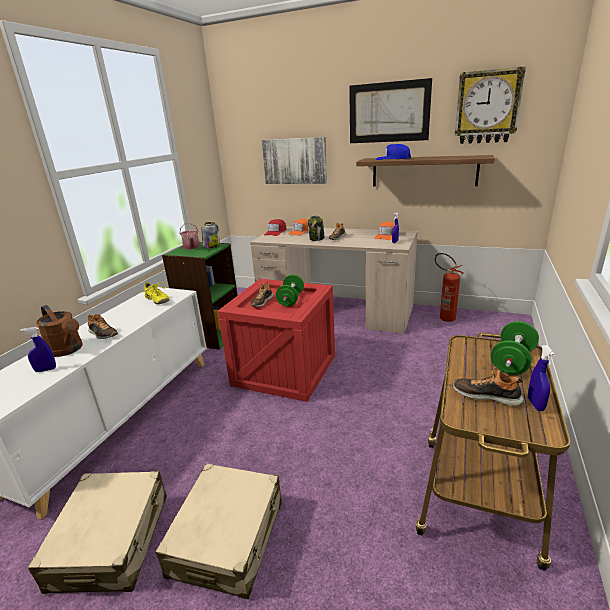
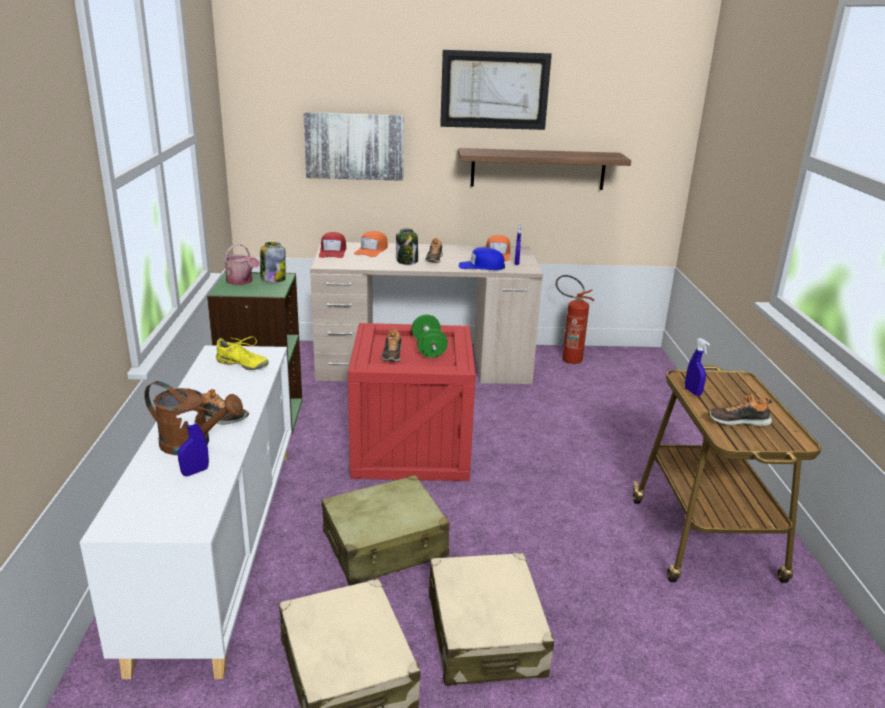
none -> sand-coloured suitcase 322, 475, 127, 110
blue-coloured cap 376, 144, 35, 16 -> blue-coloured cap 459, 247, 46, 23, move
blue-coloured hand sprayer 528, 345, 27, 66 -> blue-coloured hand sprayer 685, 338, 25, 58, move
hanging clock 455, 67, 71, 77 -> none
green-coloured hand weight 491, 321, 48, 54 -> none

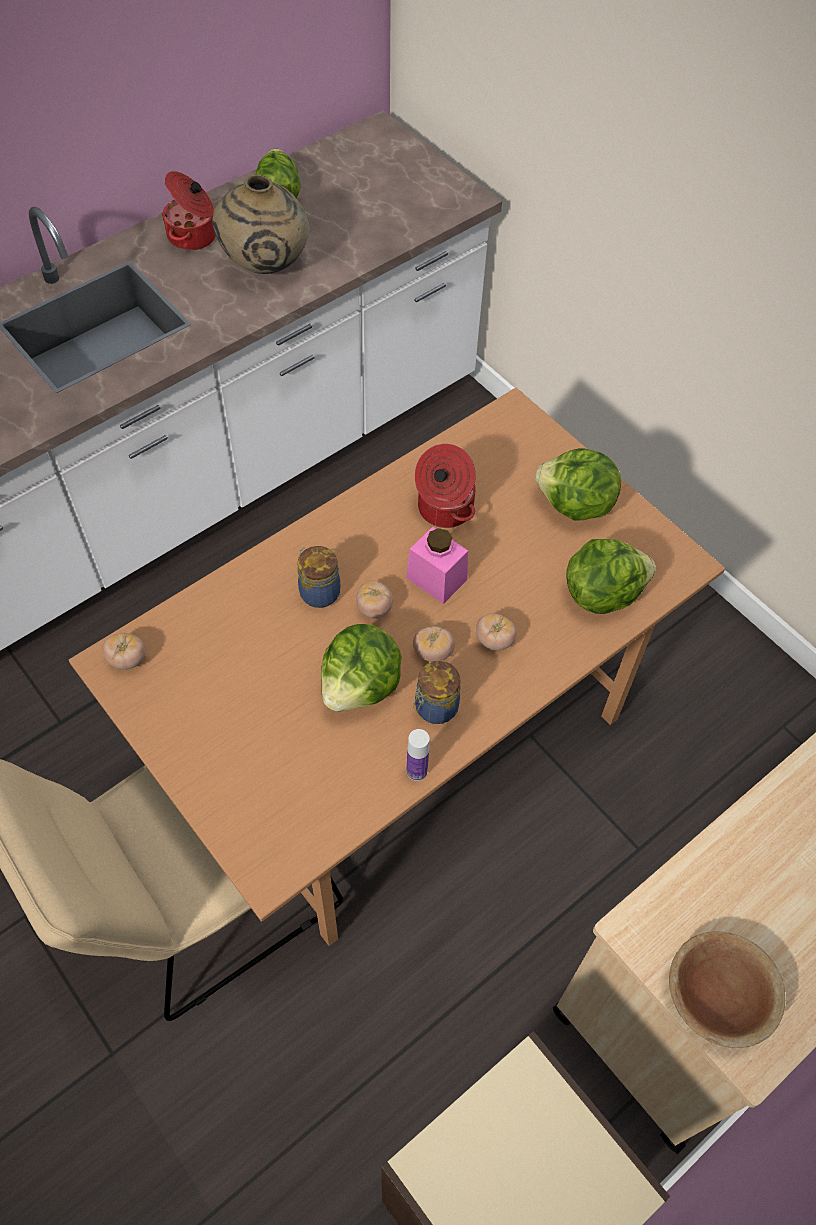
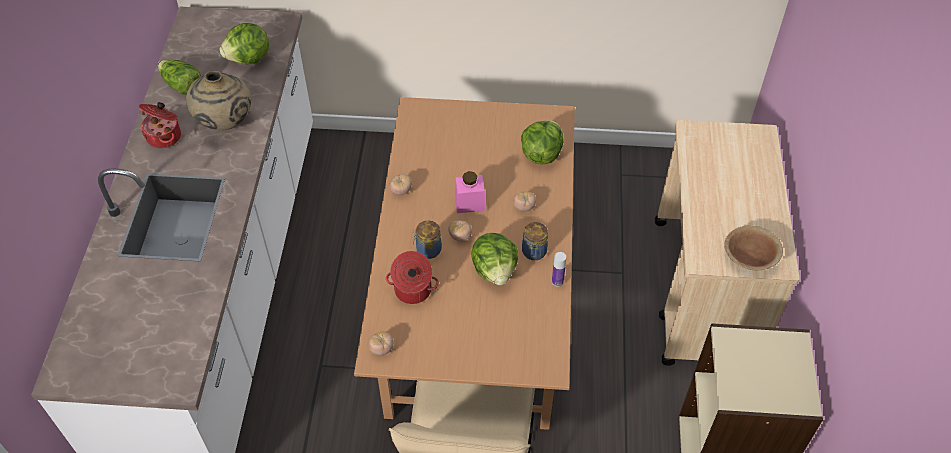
head of lettuce 536, 449, 85, 72 -> head of lettuce 220, 23, 49, 41, move
stockpot 415, 444, 61, 84 -> stockpot 386, 251, 53, 53, move
whole tomato 413, 626, 42, 36 -> whole tomato 390, 174, 22, 21, move

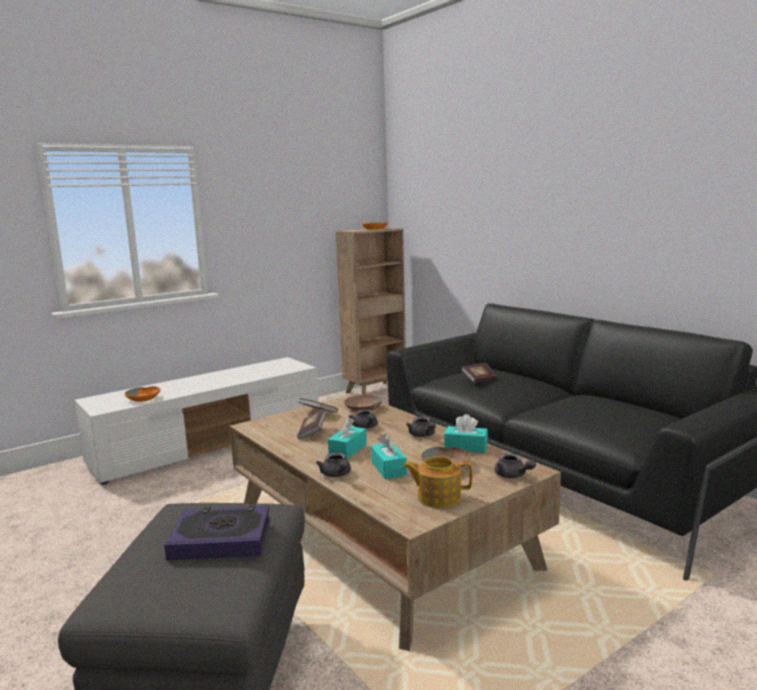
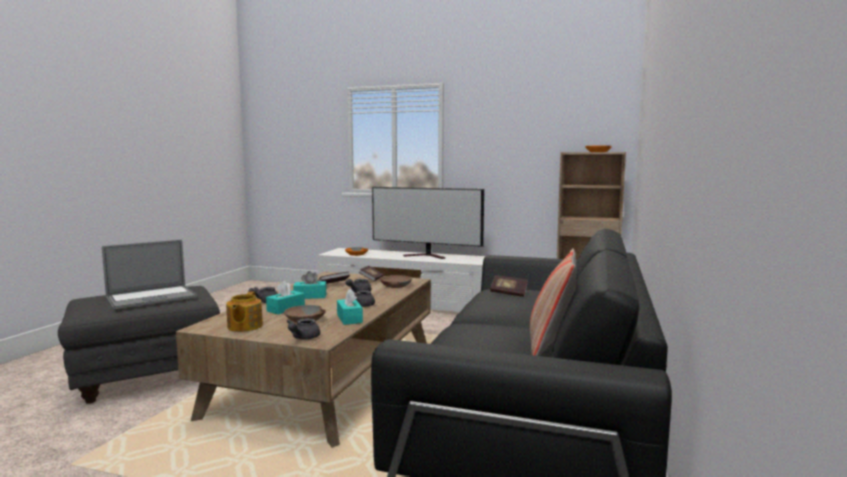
volume 164, 504, 107, 56 -> portable computer 102, 240, 95, 70
pot for tea 403, 456, 69, 52 -> pot for tea 226, 291, 37, 41, 150 degrees counterclockwise
none -> TV 372, 187, 112, 72
none -> throw pillow 530, 248, 47, 108

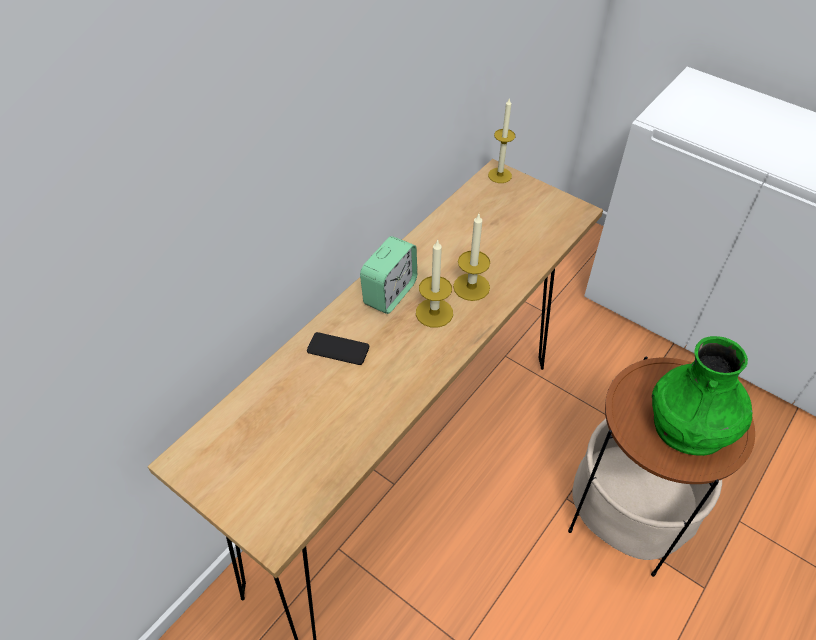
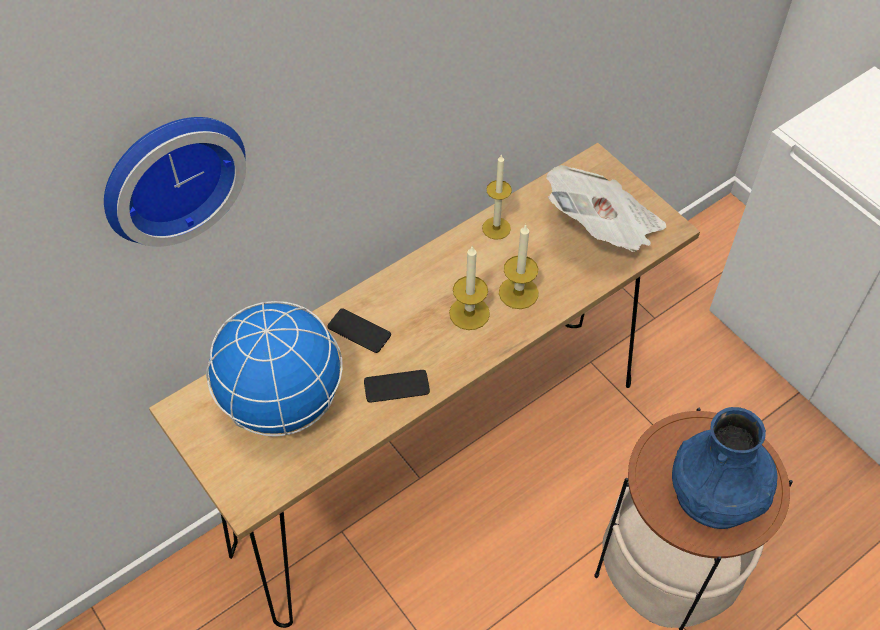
none -> hanging clock 104, 117, 142, 130
none -> desk globe 206, 301, 137, 135
none -> telephone 364, 370, 66, 33
candle 488, 98, 27, 85 -> candle 482, 154, 30, 86, move
none -> newspaper 546, 165, 121, 87
green-coloured vase 652, 336, 101, 120 -> blue-coloured vase 672, 407, 105, 122
alarm clock 360, 236, 57, 78 -> none

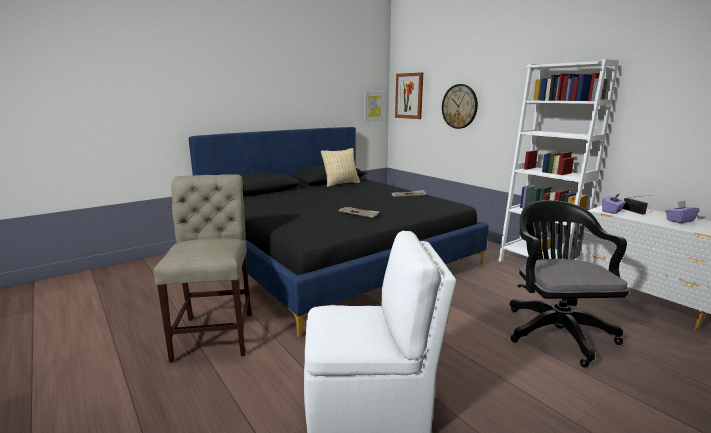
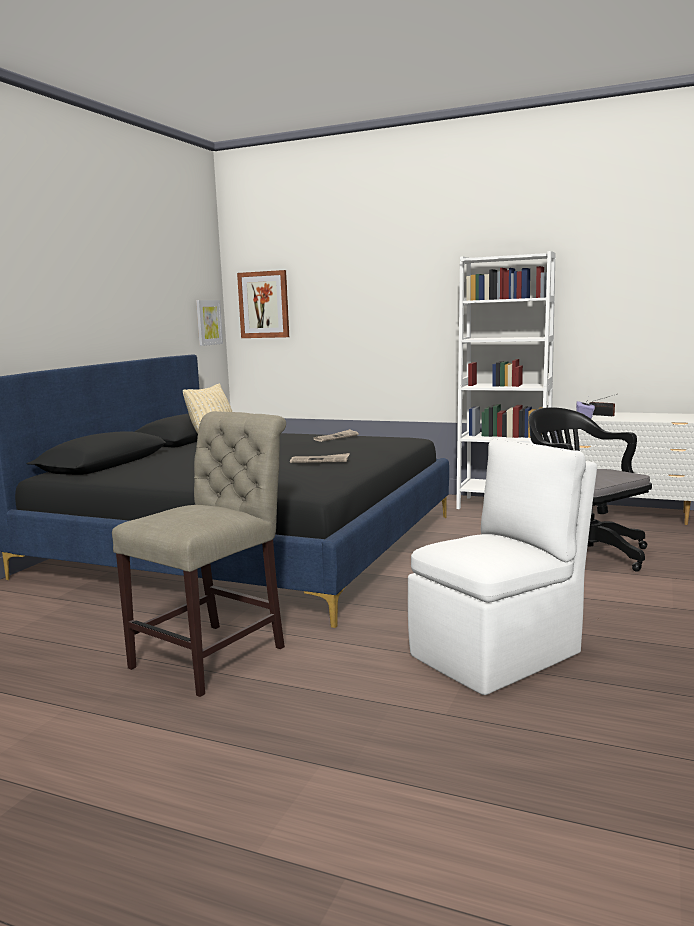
sand-coloured chair 154, 174, 97, 189 -> sand-coloured chair 112, 411, 174, 286, 75 degrees clockwise
hanging clock 442, 84, 36, 45 -> none
purplish tissue holder 666, 201, 34, 22 -> none

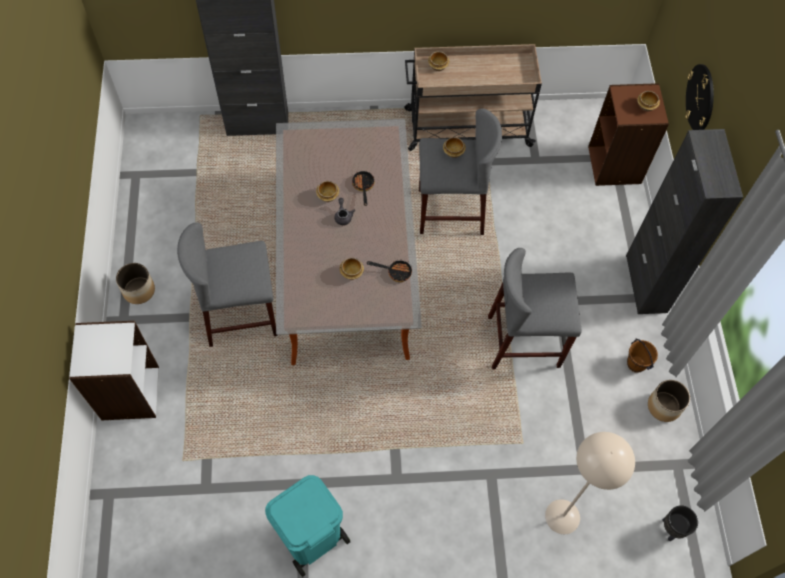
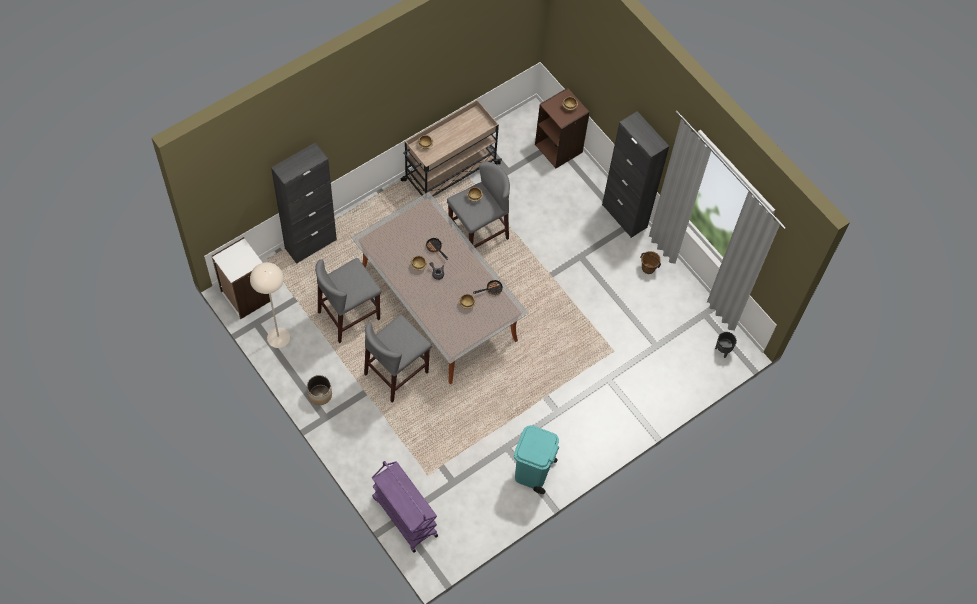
whitish bookcase 69, 321, 90, 99 -> whitish bookcase 212, 237, 58, 82, move
sand-coloured standing lamp 545, 432, 90, 102 -> sand-coloured standing lamp 250, 262, 40, 86, move
grey stool 488, 248, 94, 121 -> grey stool 315, 258, 66, 85, move
none -> purplish wheeled cart 372, 461, 66, 92
planter 648, 380, 42, 42 -> none
hanging clock 685, 64, 29, 66 -> none

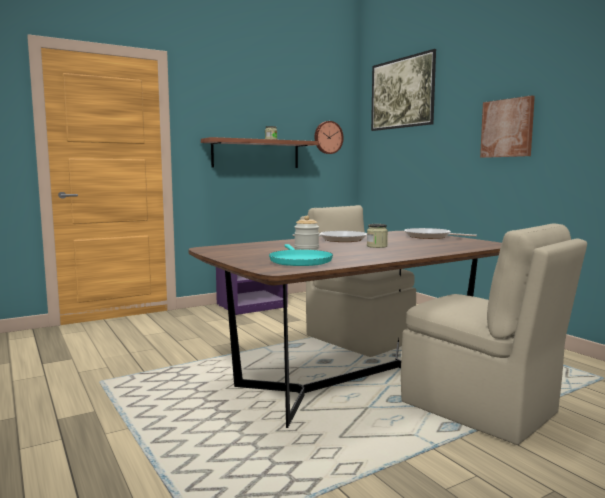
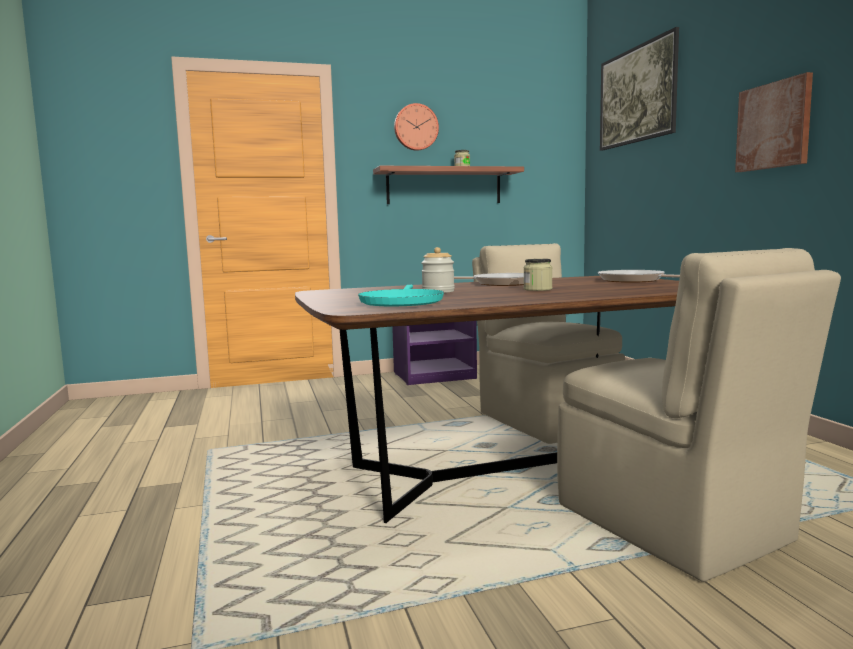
hanging clock 314, 121, 30, 33 -> hanging clock 394, 103, 45, 48, move

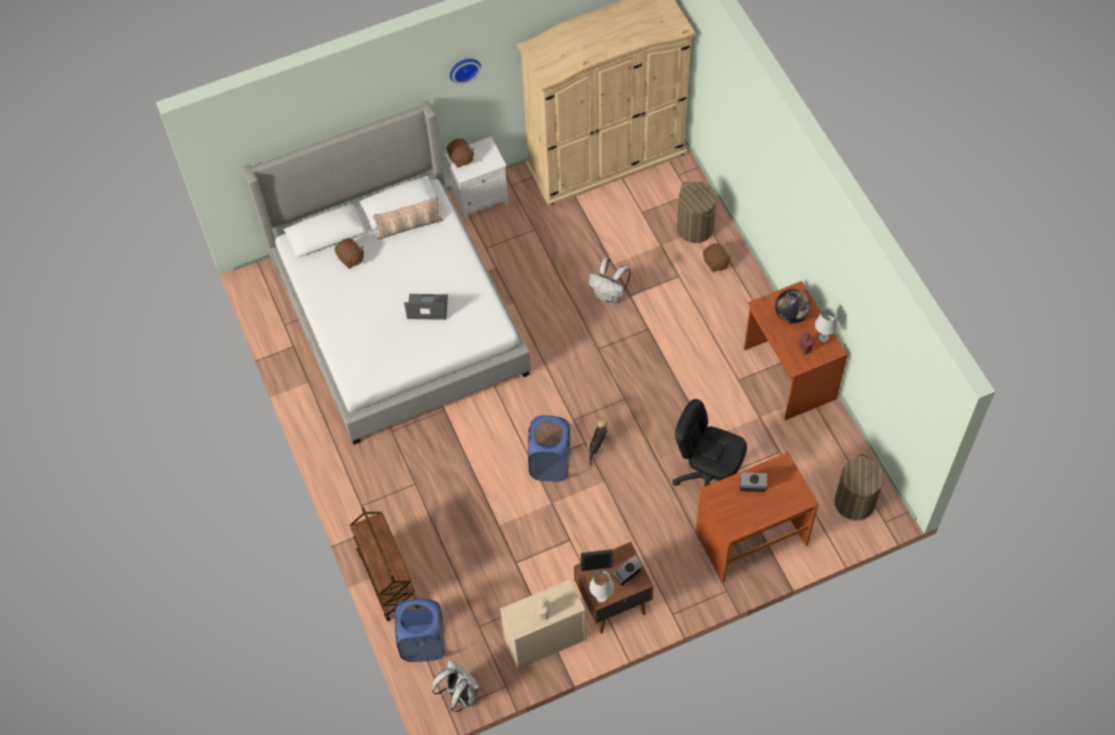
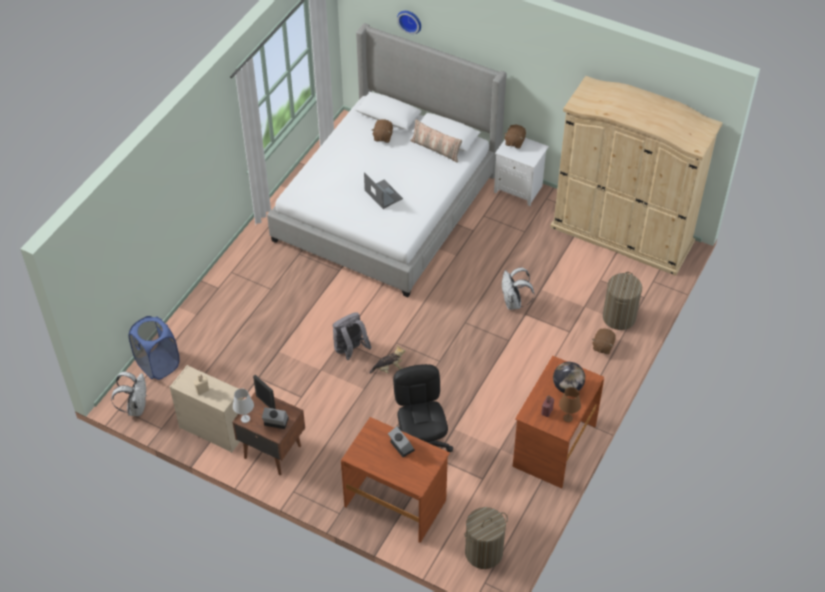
blue-coloured washing basket 528, 416, 42, 66 -> grey backpack 333, 312, 39, 48
hanging clock 450, 59, 31, 25 -> hanging clock 397, 11, 24, 23, move
whitish table lamp 815, 307, 23, 35 -> brownish table lamp 559, 387, 22, 35
brownish wheeled cart 350, 507, 66, 114 -> none

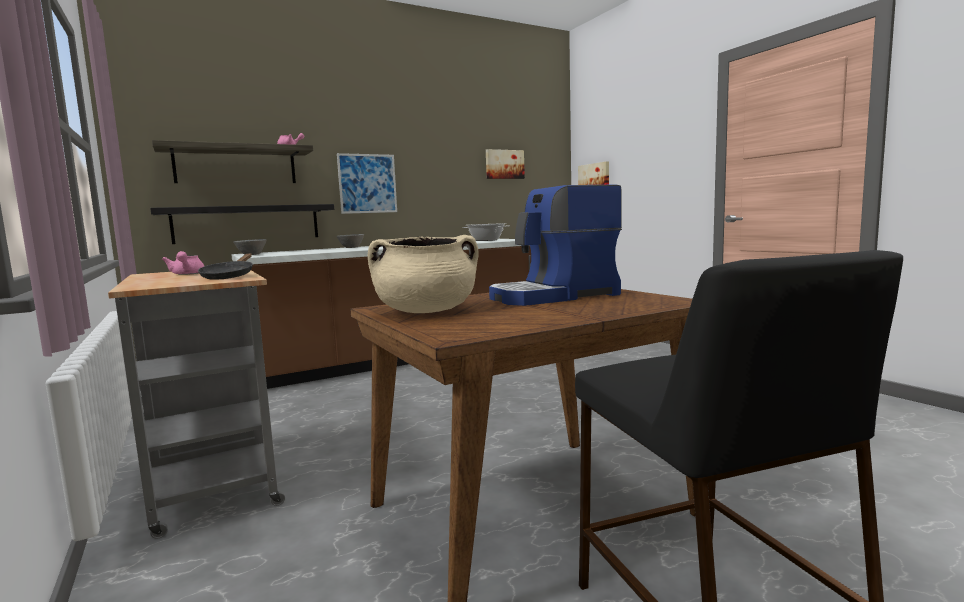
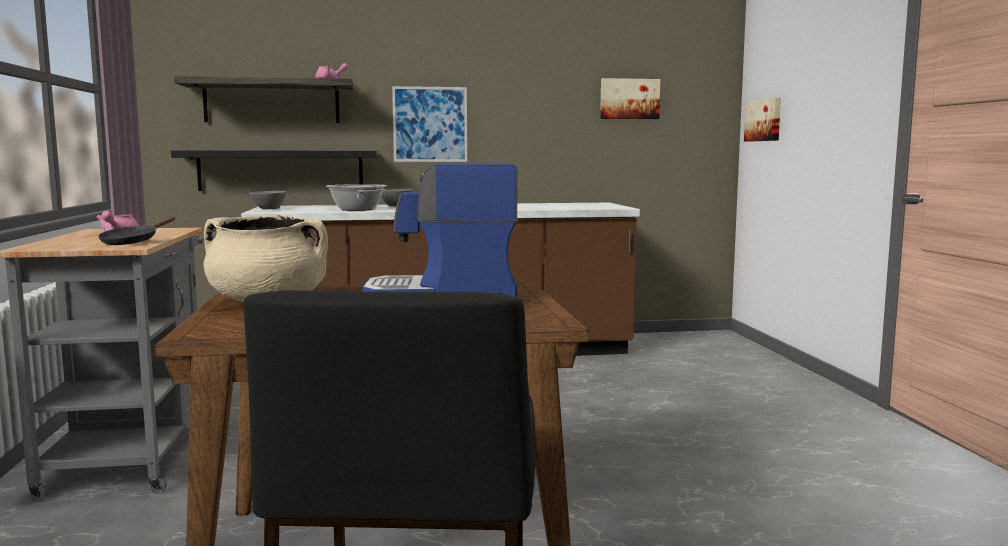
stockpot 462, 223, 46, 18 -> stockpot 326, 184, 61, 27, move

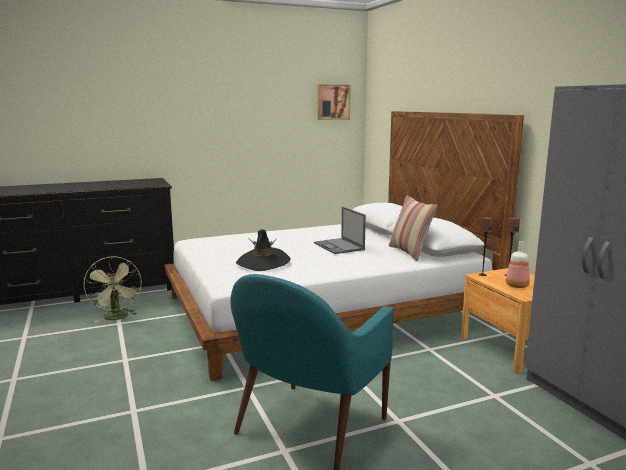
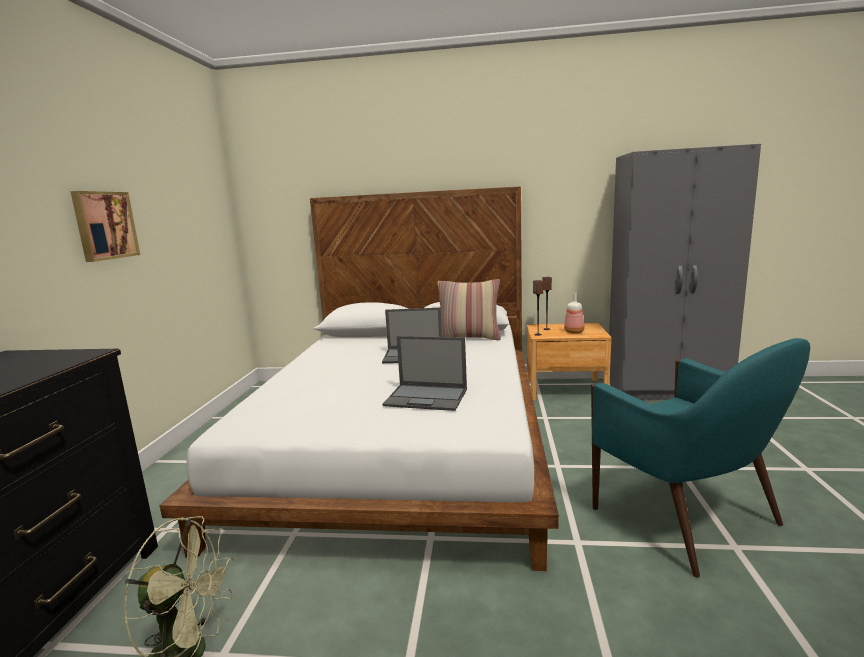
wall picture 318, 84, 33, 36 -> wall picture 70, 191, 70, 71, move
black clothing hat 236, 229, 55, 42 -> portable computer 383, 336, 84, 75

